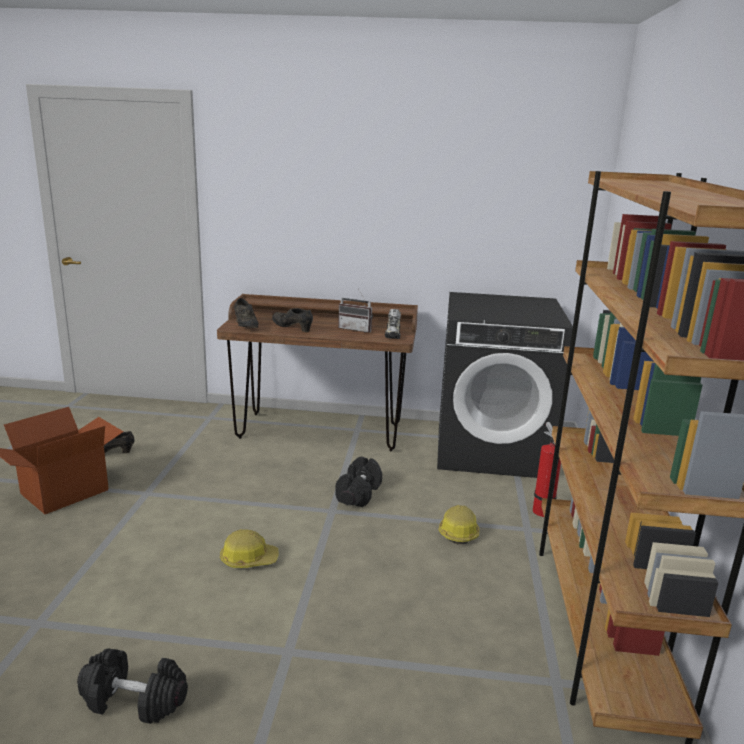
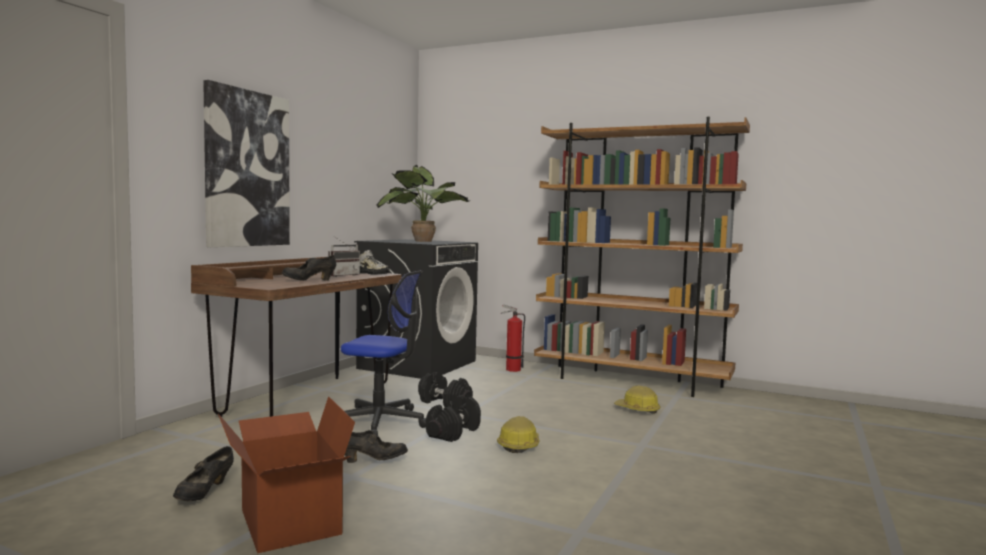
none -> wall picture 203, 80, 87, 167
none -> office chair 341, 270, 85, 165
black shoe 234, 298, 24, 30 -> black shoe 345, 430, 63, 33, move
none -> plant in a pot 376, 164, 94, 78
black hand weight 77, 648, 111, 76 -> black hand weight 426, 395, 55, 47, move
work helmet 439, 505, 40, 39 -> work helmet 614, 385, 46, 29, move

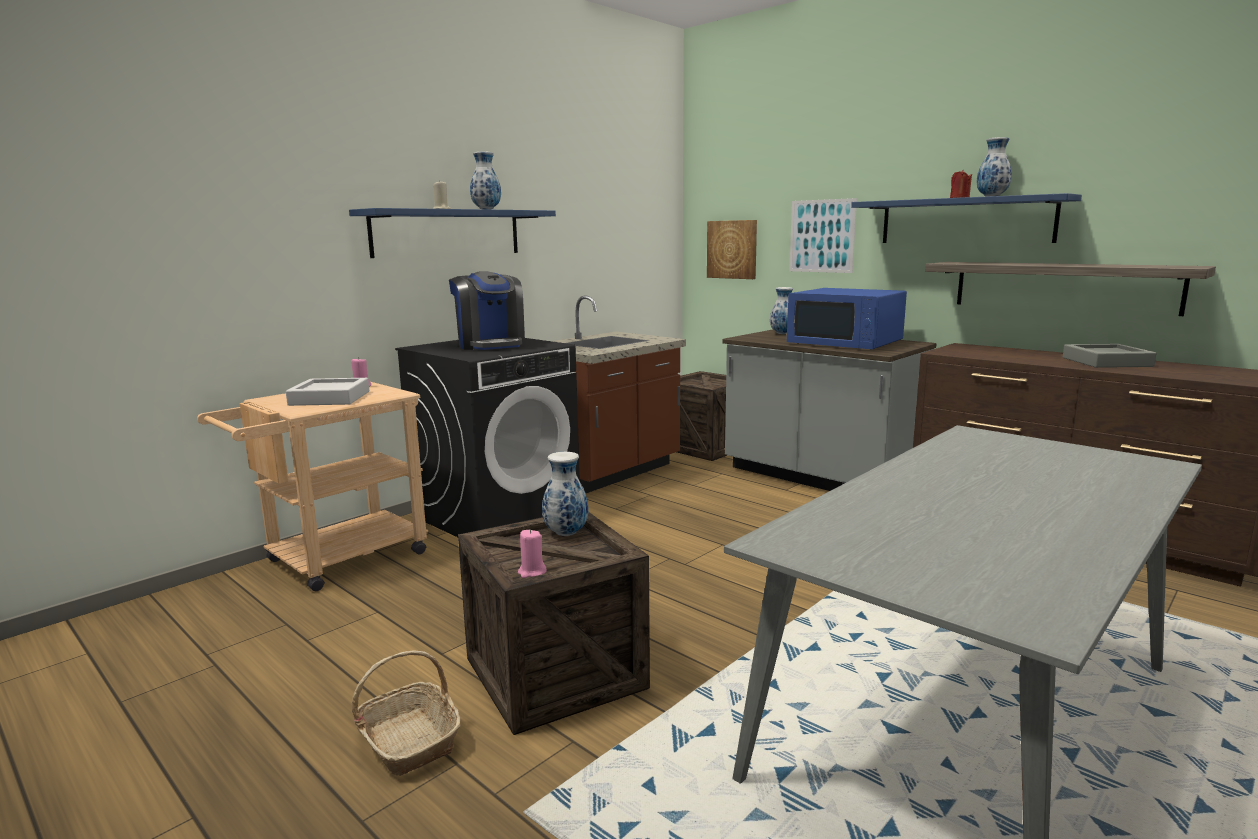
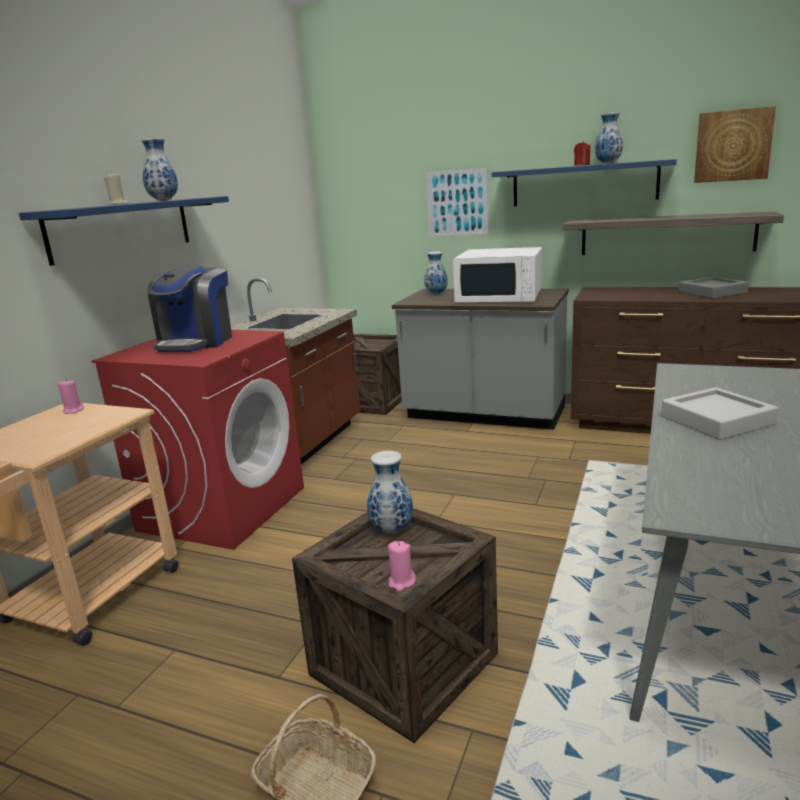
black laundry machine 395, 338, 185, 199 -> reddish laundry machine 92, 330, 212, 220
coffee brewer 449, 271, 76, 79 -> coffee brewer 148, 265, 84, 87, 60 degrees clockwise
blue-coloured microwave 787, 288, 120, 62 -> whitish microwave 453, 247, 89, 55
grey tray 286, 378, 83, 28 -> grey tray 661, 387, 117, 53, move
wall picture 707, 220, 50, 59 -> wall picture 694, 106, 82, 77, move

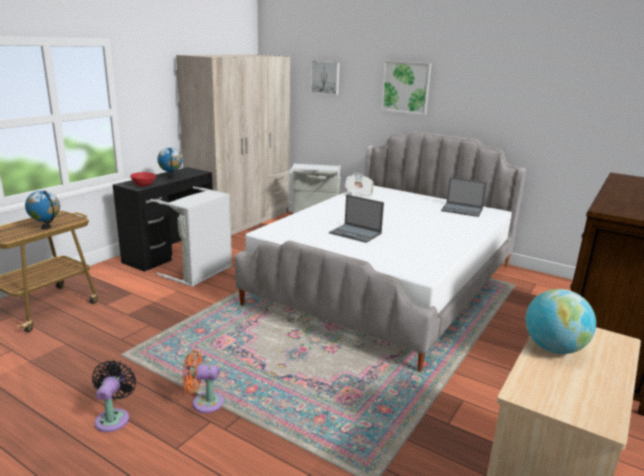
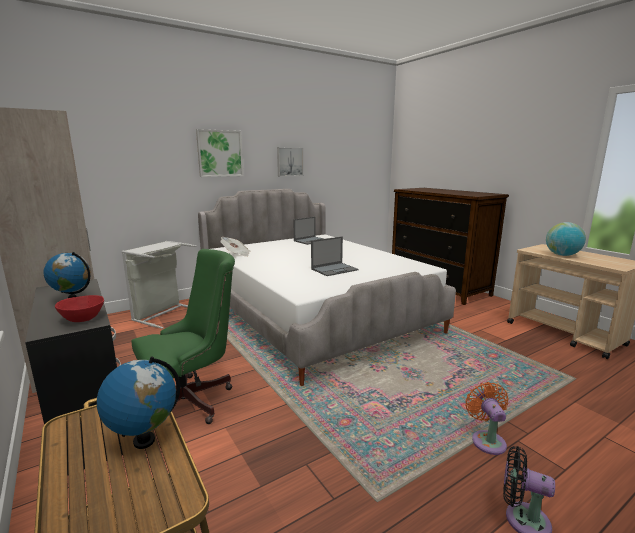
grey washing basket 150, 186, 82, 101 -> green-coloured office chair 131, 249, 104, 175
wall picture 310, 61, 30, 34 -> wall picture 277, 147, 26, 29, move
orange cooling fan 182, 350, 42, 63 -> orange cooling fan 465, 382, 44, 73, 150 degrees clockwise

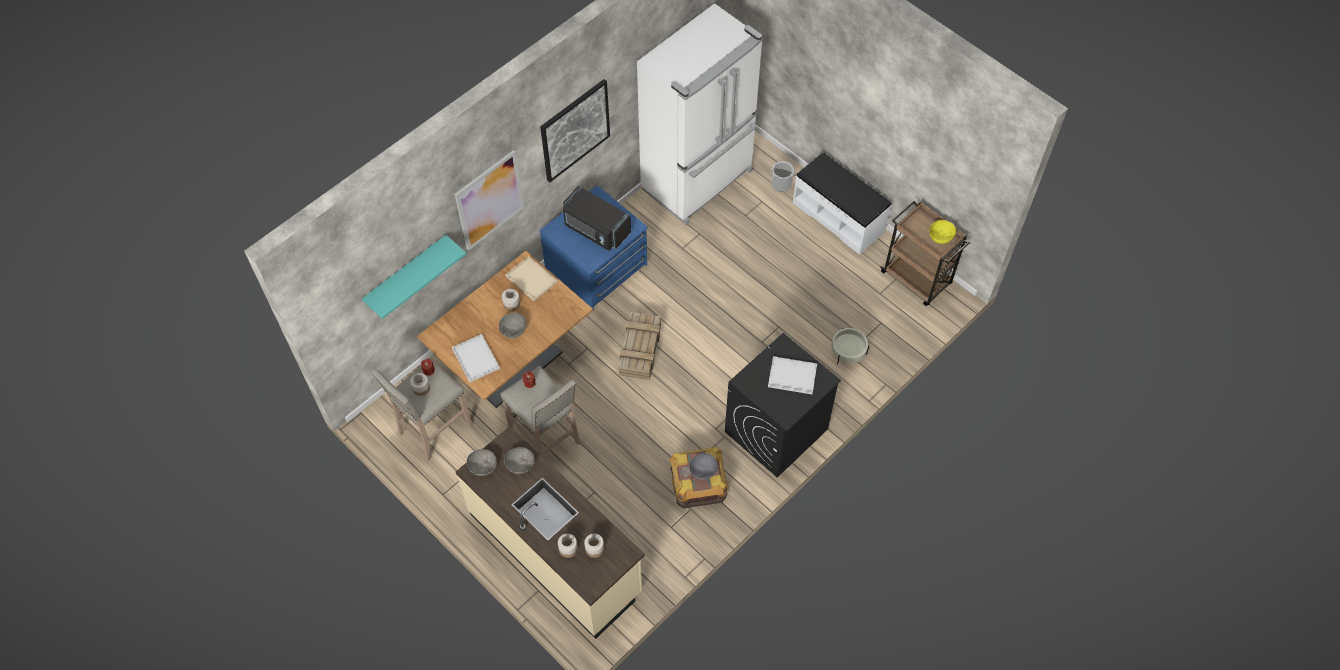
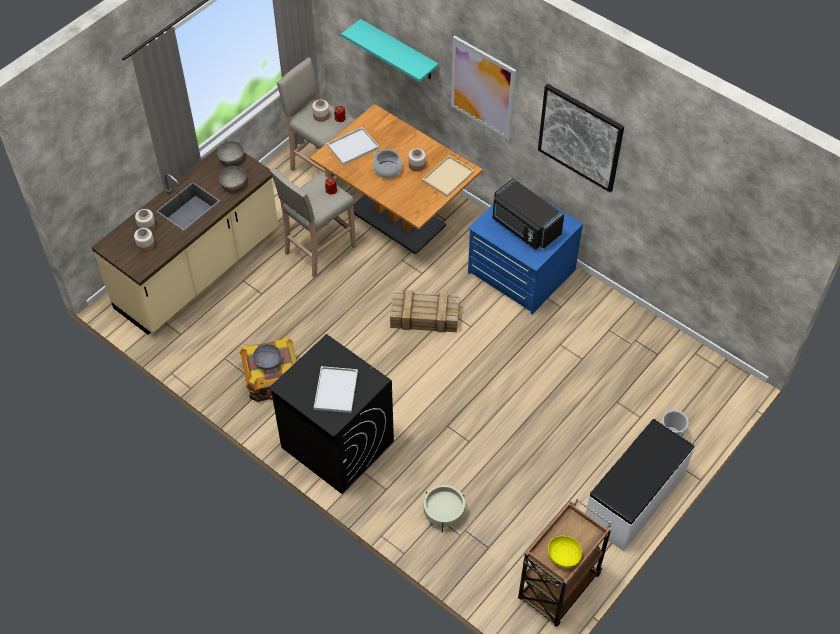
grey bowl 499, 313, 27, 25 -> stockpot 373, 149, 29, 30
black microwave 563, 186, 68, 65 -> black microwave 493, 178, 71, 72, 75 degrees counterclockwise
whitish fridge 637, 3, 126, 222 -> none

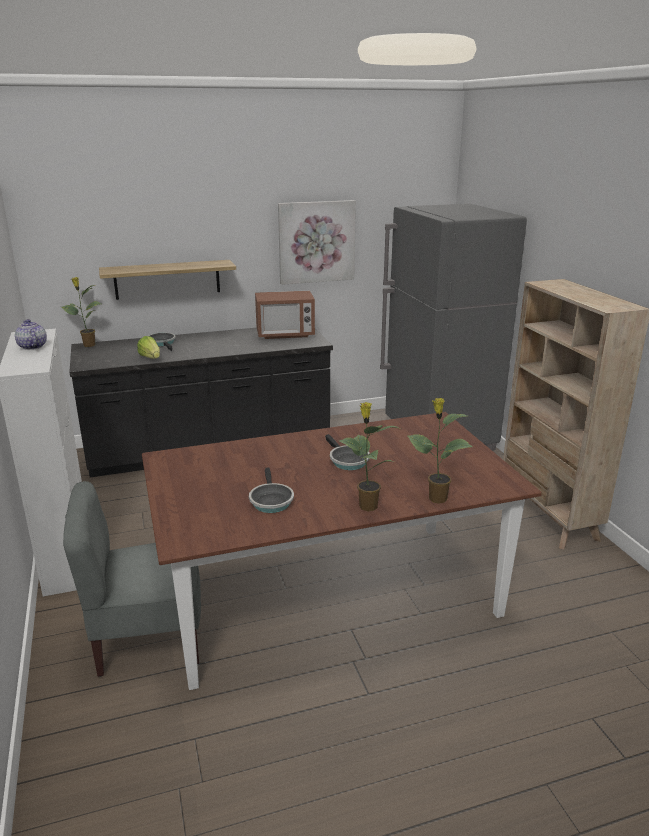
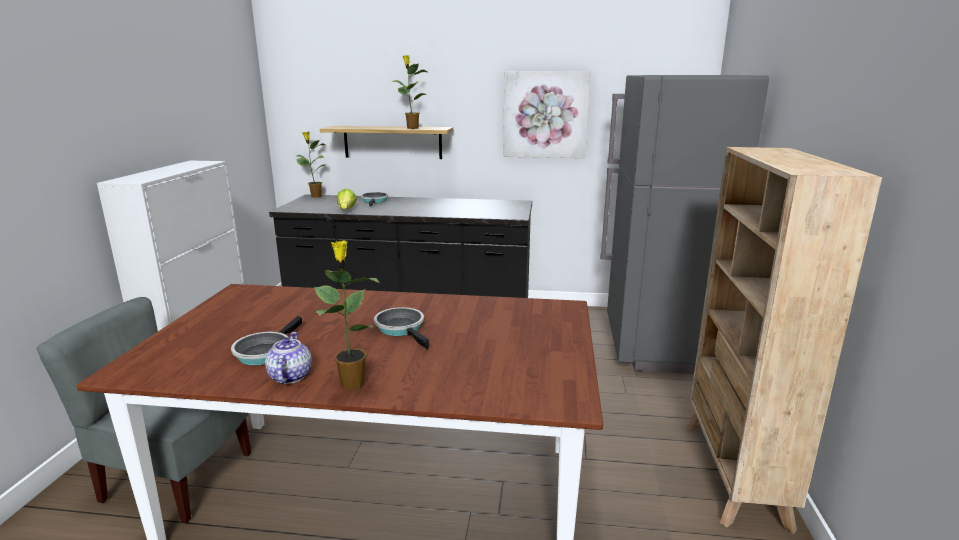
pot for tea 15, 319, 32, 31 -> pot for tea 265, 332, 47, 52, move
skillet 325, 434, 45, 36 -> skillet 374, 307, 55, 42, 150 degrees clockwise
plant in a pot 407, 398, 66, 106 -> plant in a pot 392, 55, 35, 74, move
microwave 255, 291, 60, 48 -> none

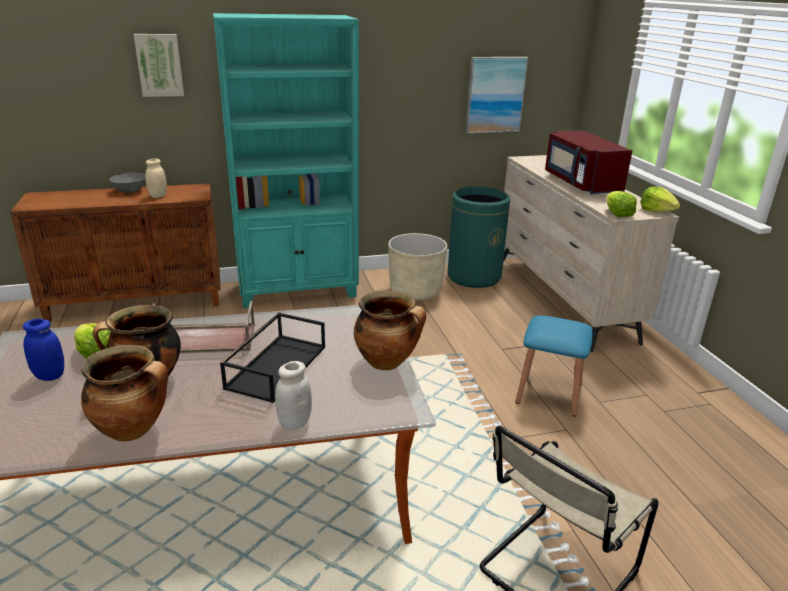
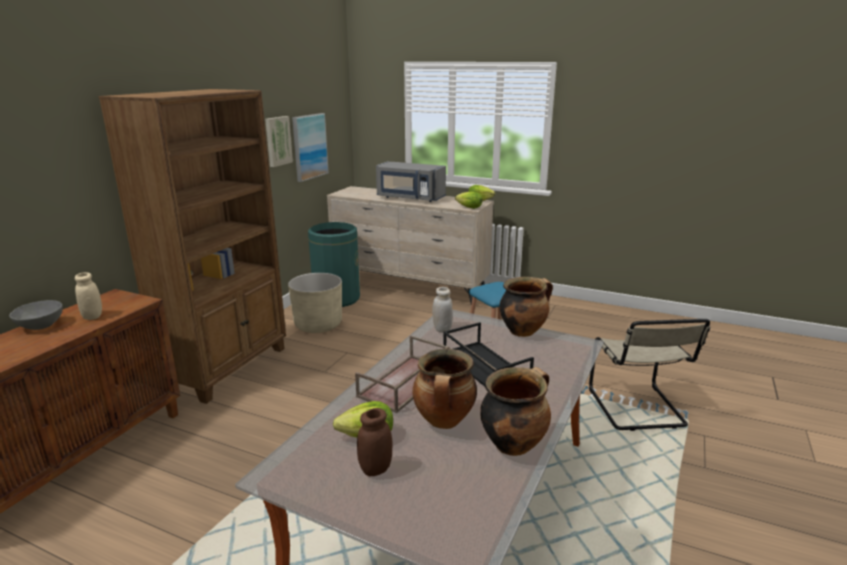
turquoise bookcase 213, 13, 146, 295 -> brownish bookcase 99, 89, 187, 315
wall picture 134, 34, 50, 63 -> wall picture 265, 116, 28, 51, move
blue-coloured storage jar 23, 319, 41, 62 -> brownish storage jar 357, 408, 35, 68
reddish microwave 545, 130, 87, 64 -> grey microwave 376, 161, 70, 41
whitish storage jar 275, 361, 37, 69 -> whitish storage jar 432, 287, 21, 45, move

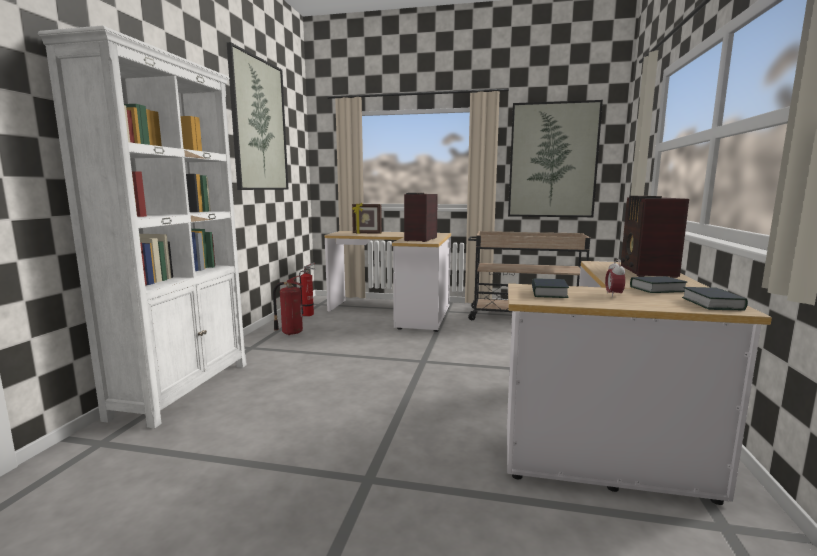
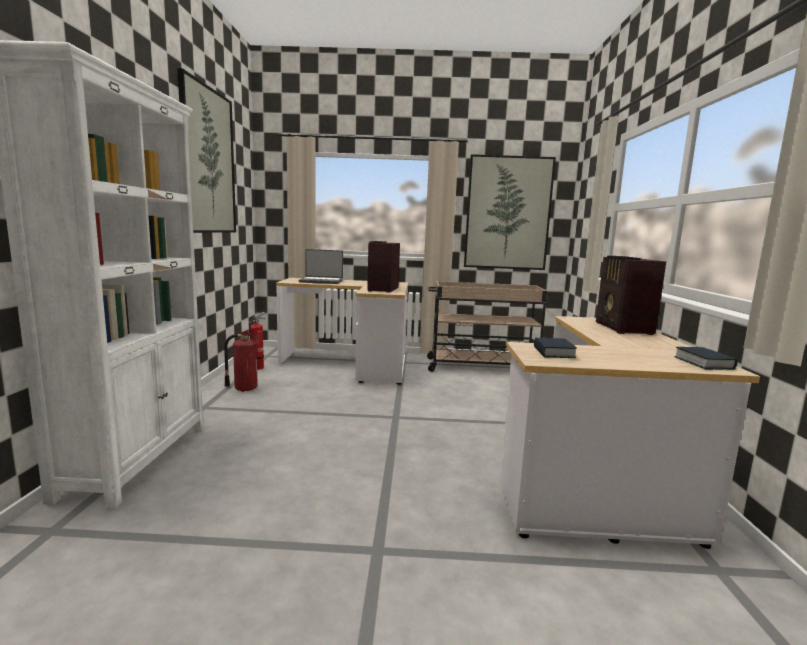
photo frame 352, 203, 30, 31 -> portable computer 299, 249, 44, 35
alarm clock 605, 260, 20, 38 -> none
volume 630, 276, 57, 17 -> none

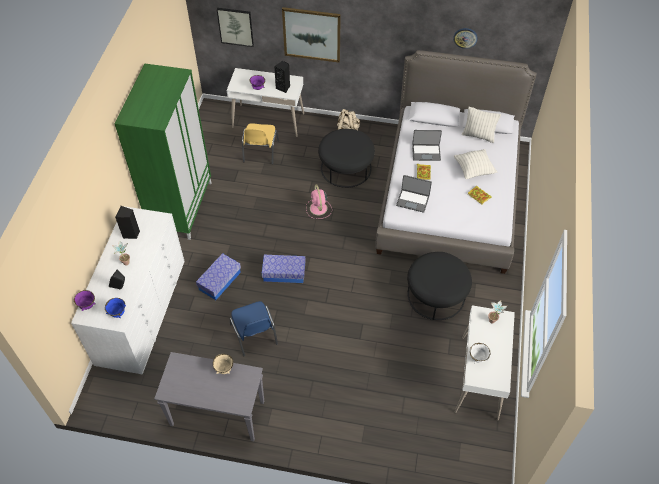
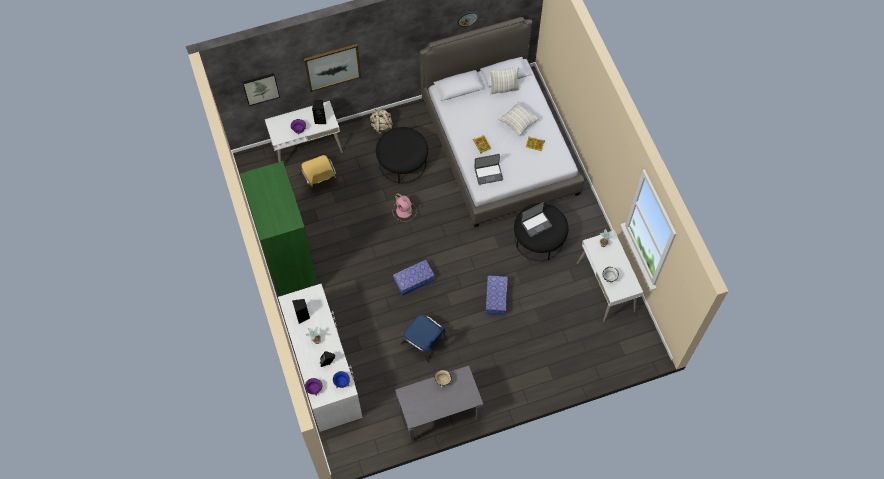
storage container 196, 253, 45, 47 -> storage container 486, 275, 22, 40, move
portable computer 412, 130, 30, 31 -> portable computer 521, 202, 31, 35, move

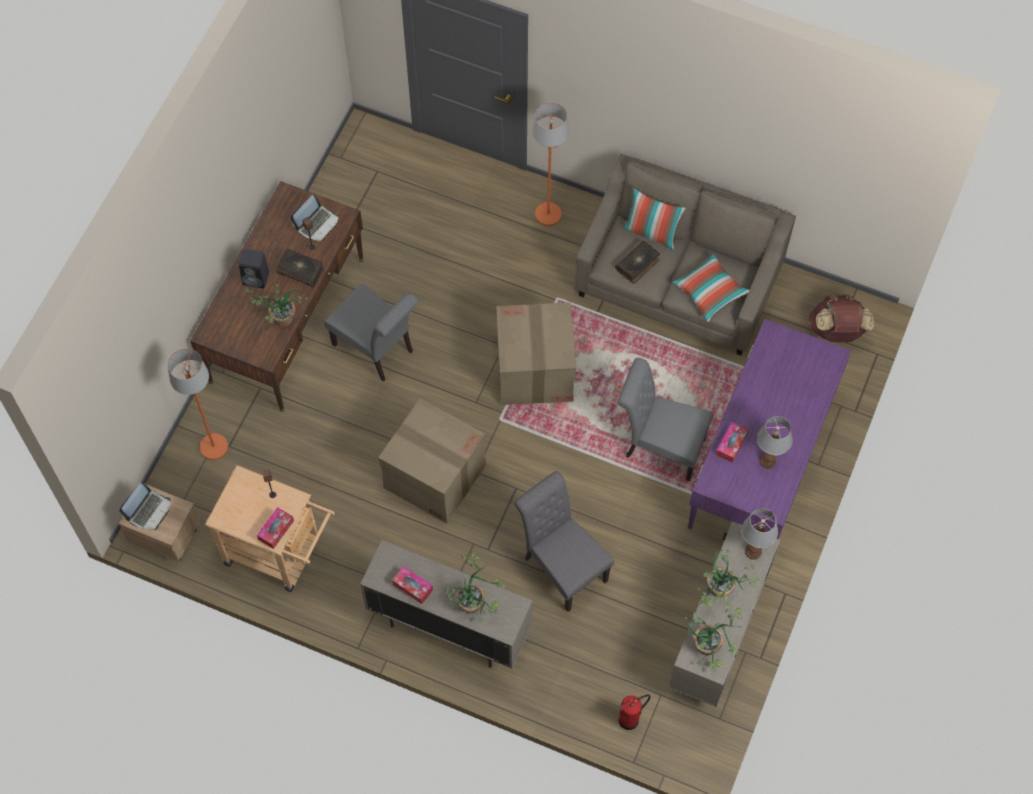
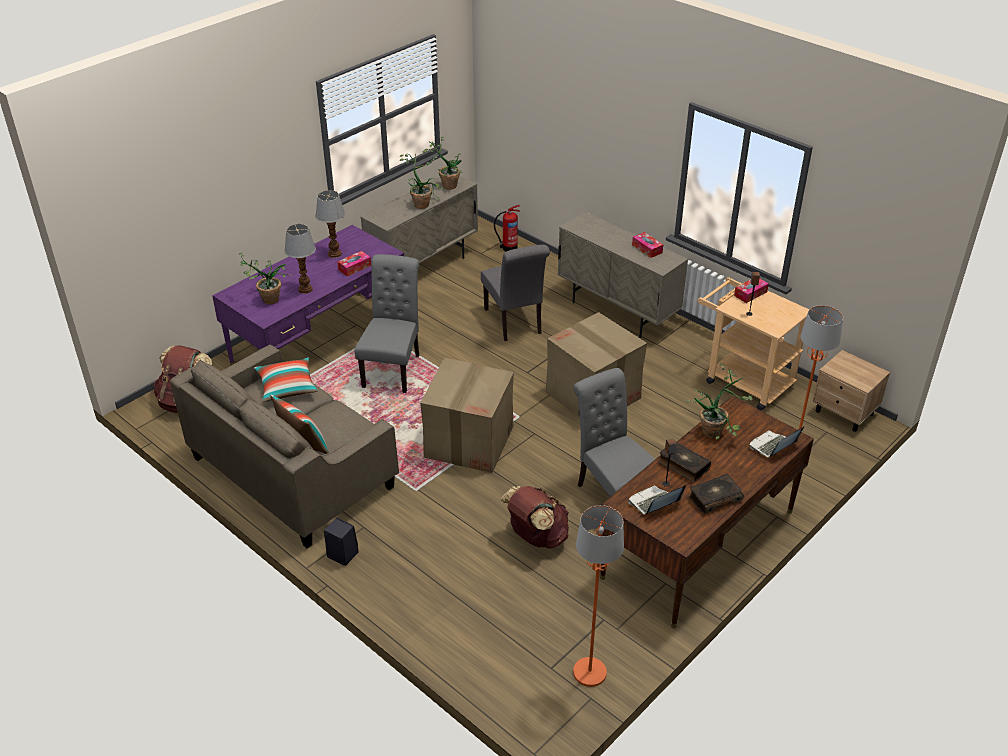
plant in a pot 441, 552, 64, 70 -> plant in a pot 239, 253, 52, 52, move
table lamp 741, 508, 37, 52 -> table lamp 284, 224, 32, 70, move
black speaker 239, 249, 30, 39 -> black speaker 324, 518, 35, 48, move
grey chair 618, 358, 96, 123 -> grey chair 355, 254, 65, 139, 120 degrees counterclockwise
none -> brownish backpack 500, 486, 69, 63
orange standing lamp 532, 102, 37, 124 -> orange standing lamp 573, 505, 51, 182, move
volume 615, 241, 45, 43 -> volume 688, 474, 56, 40, move
portable computer 119, 483, 52, 47 -> portable computer 749, 426, 55, 31, move

